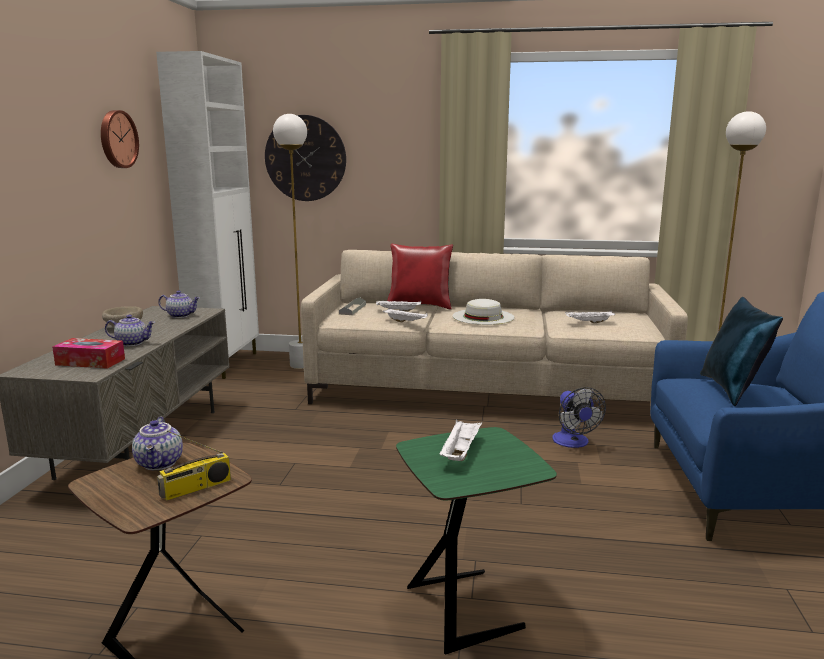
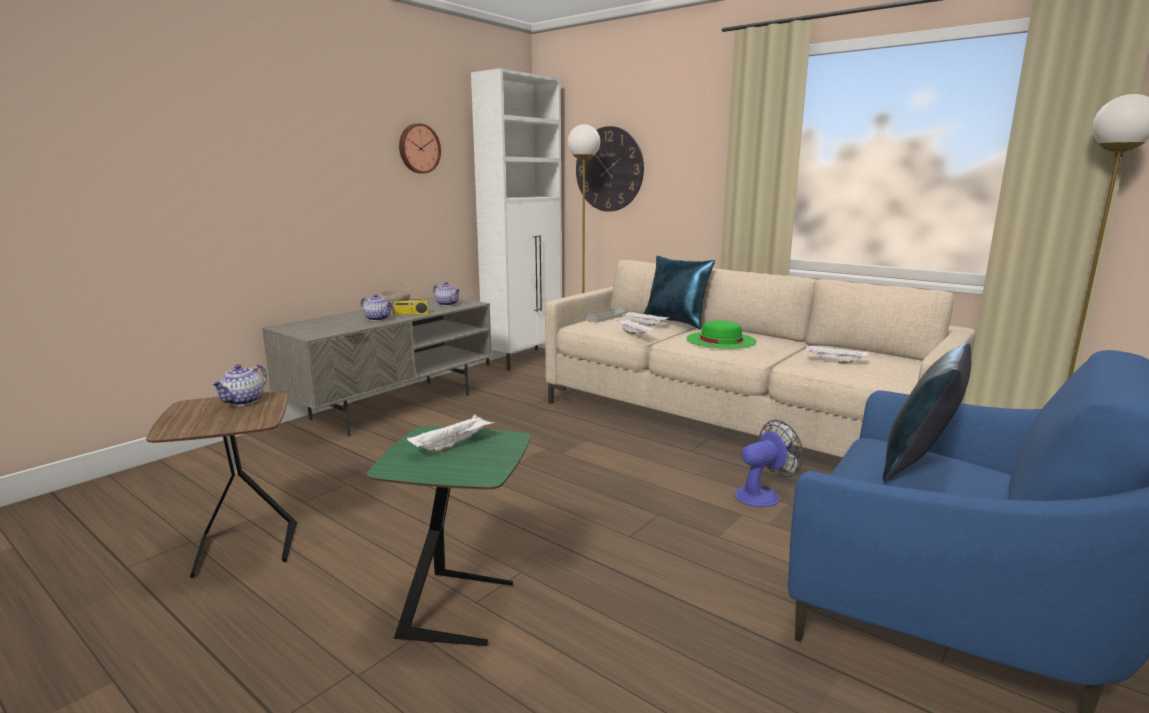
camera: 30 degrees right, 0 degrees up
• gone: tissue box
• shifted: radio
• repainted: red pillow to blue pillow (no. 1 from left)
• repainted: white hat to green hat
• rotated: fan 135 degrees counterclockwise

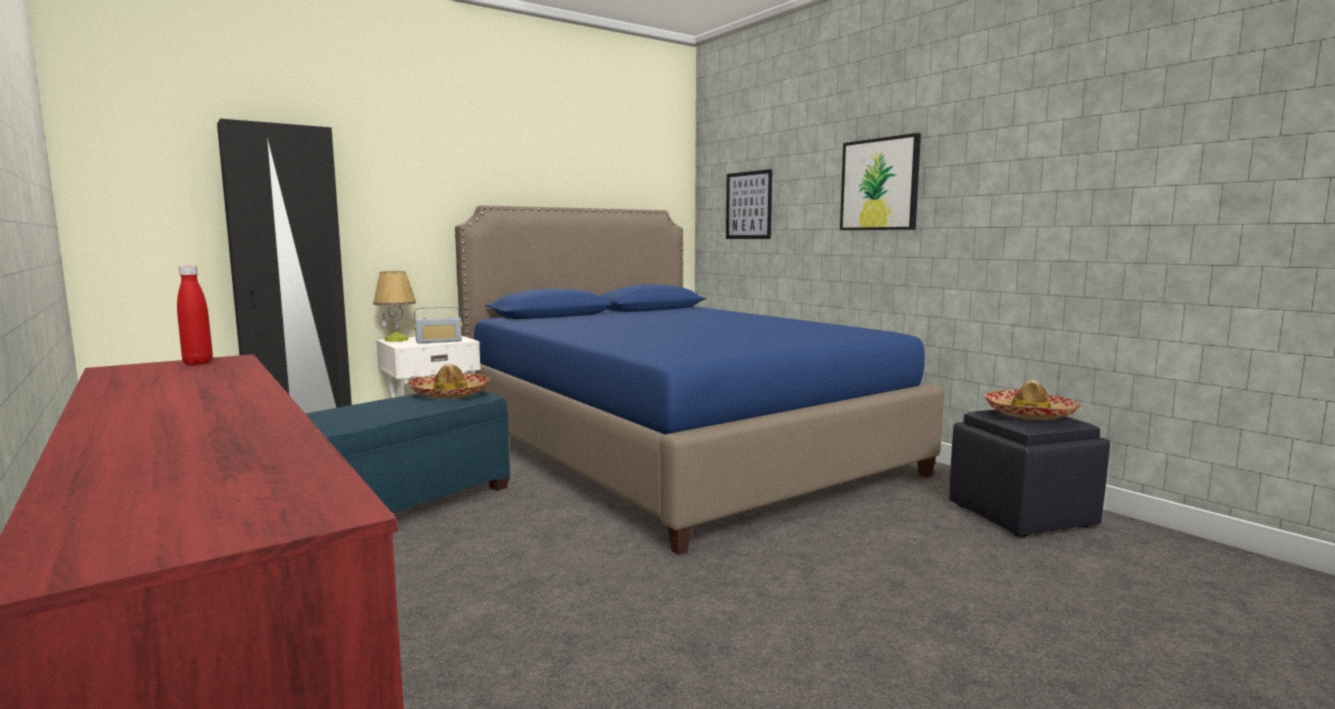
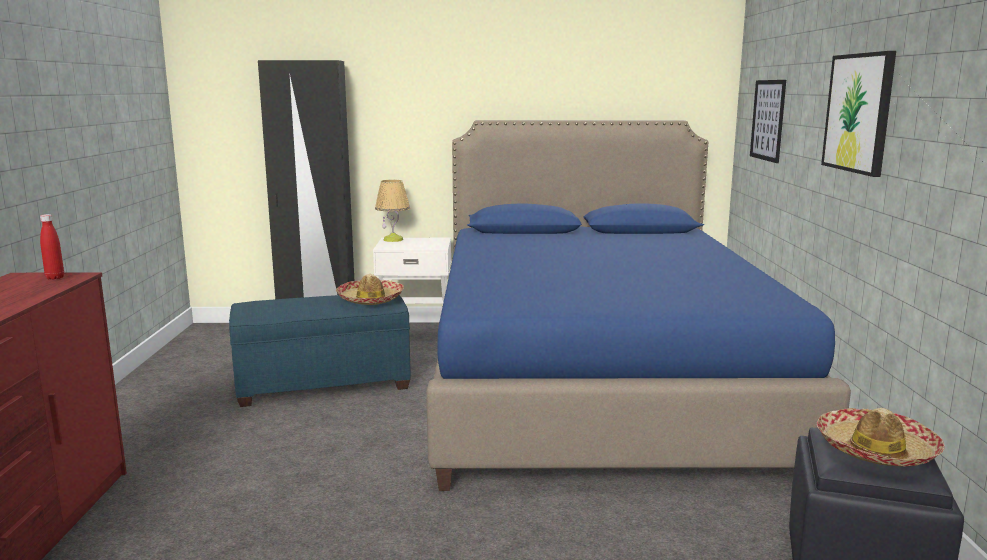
camera: 35 degrees right, 5 degrees up
• gone: radio

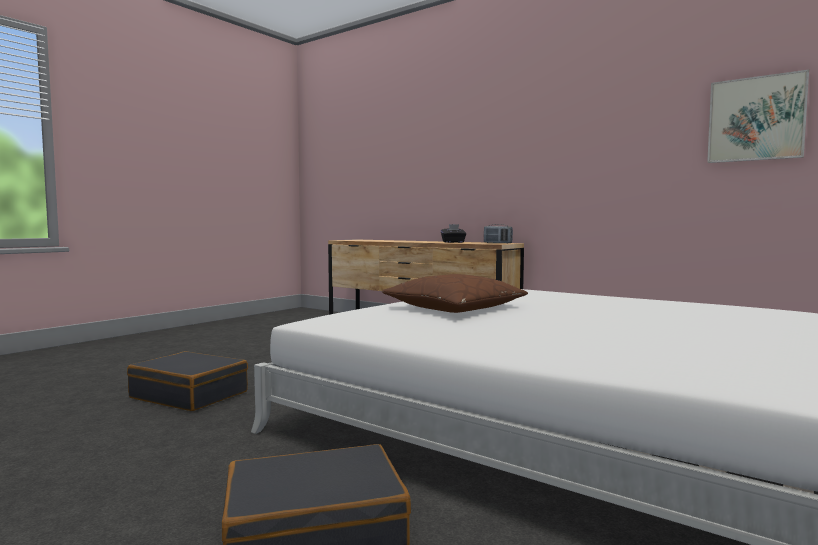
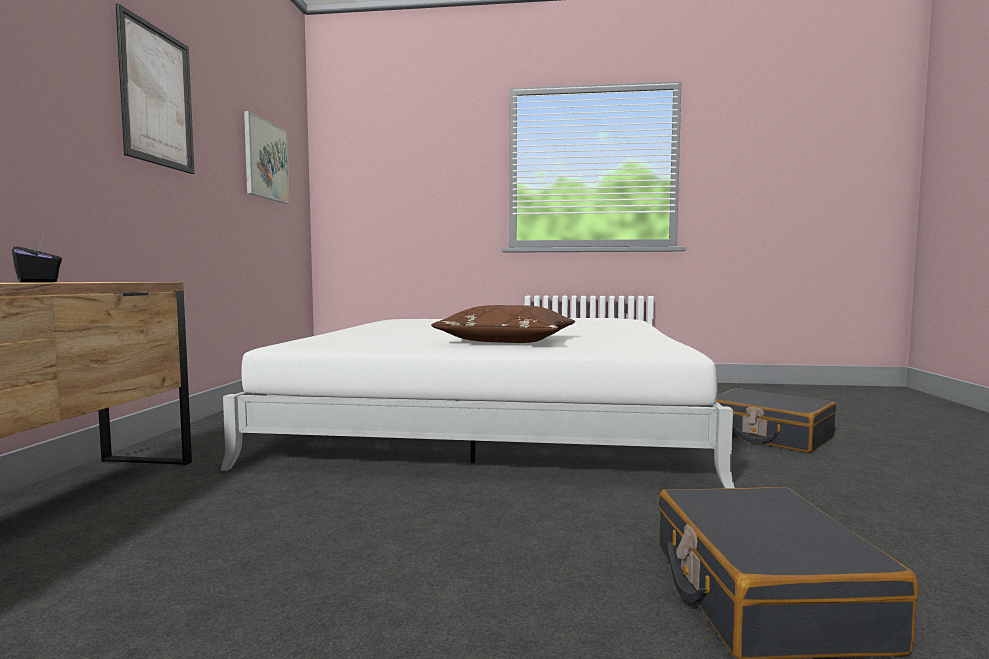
camera: 120 degrees left, 0 degrees up
• gone: radio
• new: picture (no. 1 from left)

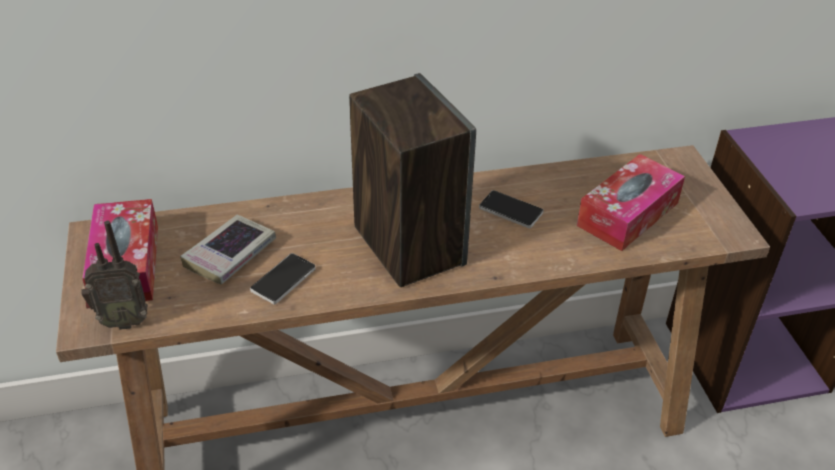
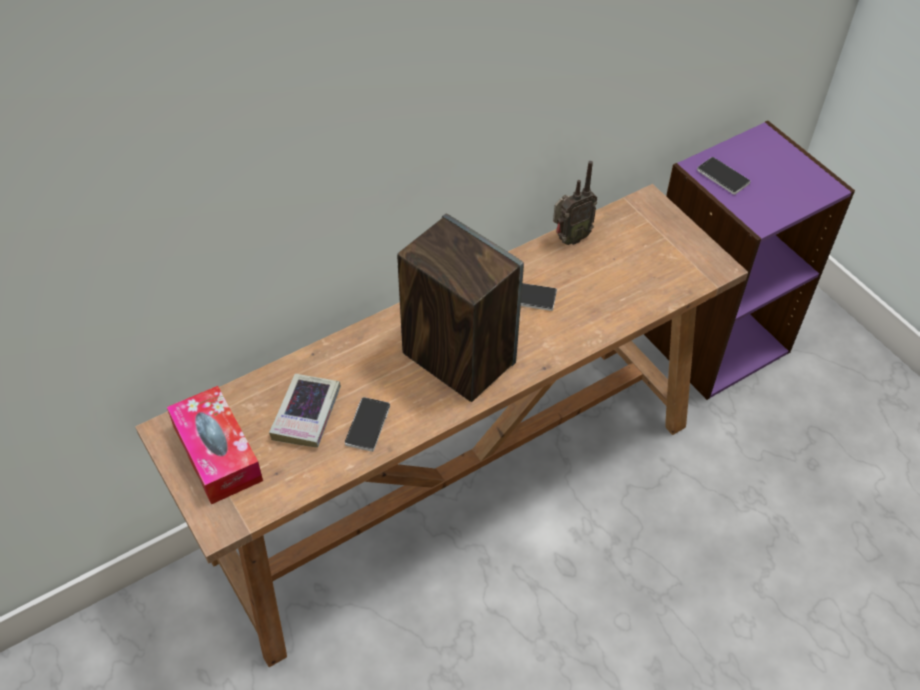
camera: 20 degrees left, 10 degrees up
• gone: tissue box (no. 2 from left)
• new: phone (no. 3 from left)
• shifted: radio

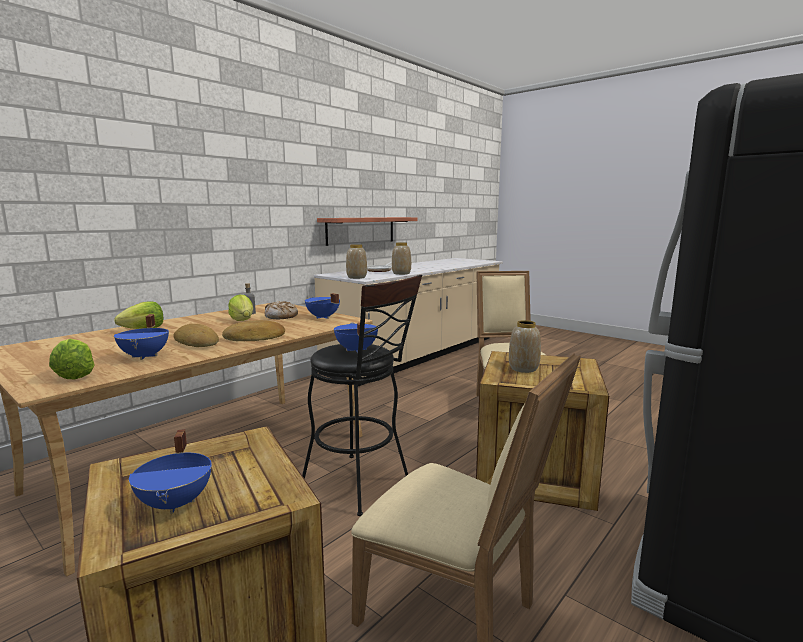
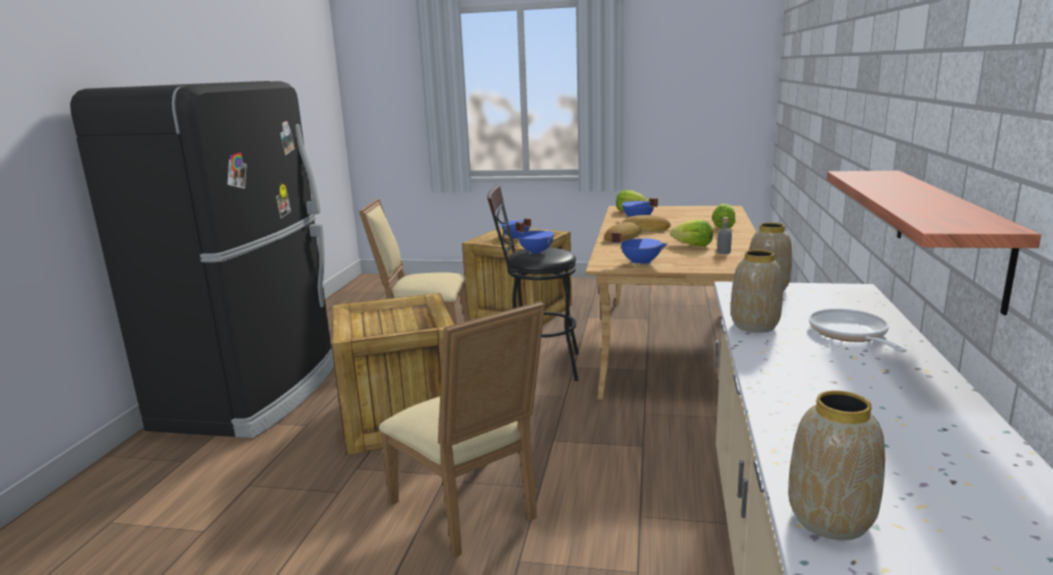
camera: 150 degrees right, 5 degrees up
• gone: bread (no. 3 from left)
• shifted: vase (no. 3 from left)

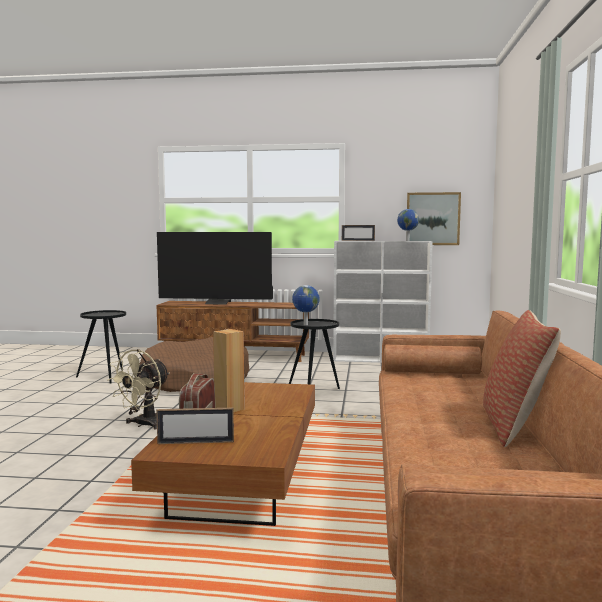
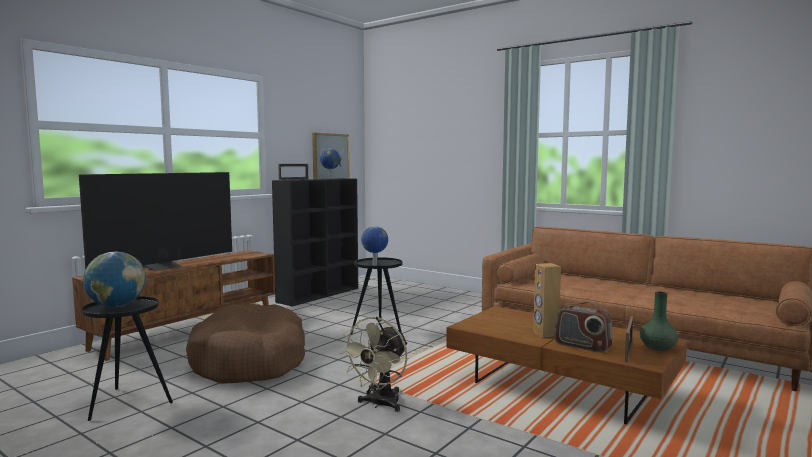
camera: 60 degrees left, 0 degrees up
• gone: pillow
• new: globe (no. 1 from left)
• new: green vase
• repainted: white bookcase to black bookcase
• rotated: beige fan 60 degrees clockwise

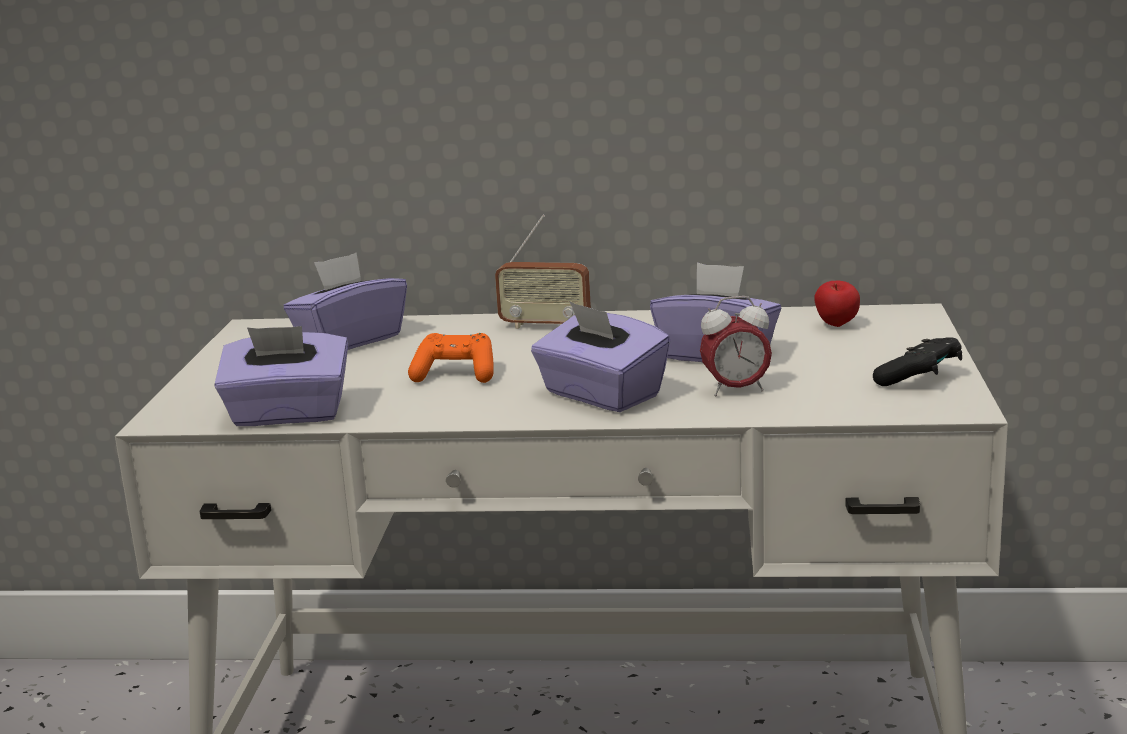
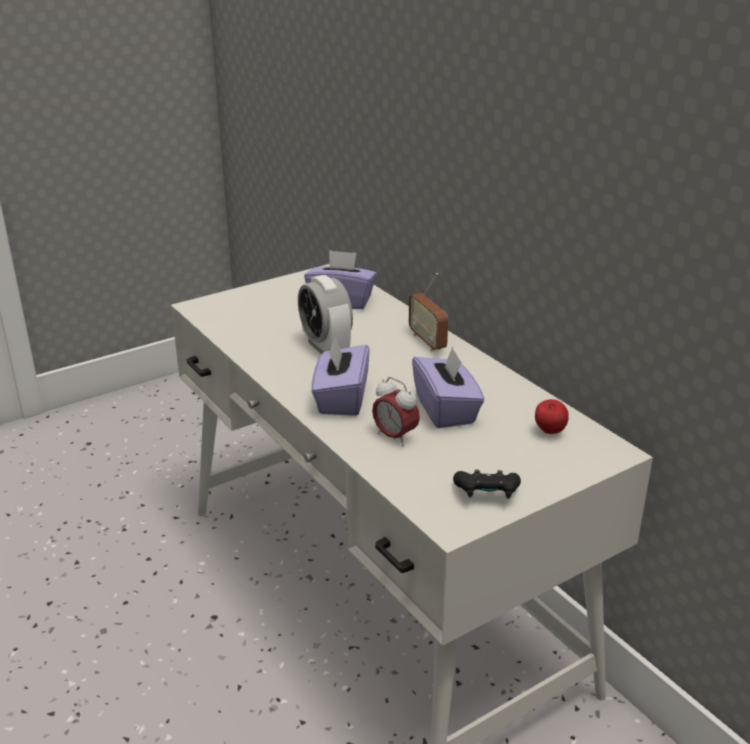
camera: 50 degrees right, 10 degrees up
• gone: purple tissue box (no. 1 from left)
• swapped: orange game controller to alarm clock (no. 1 from left)

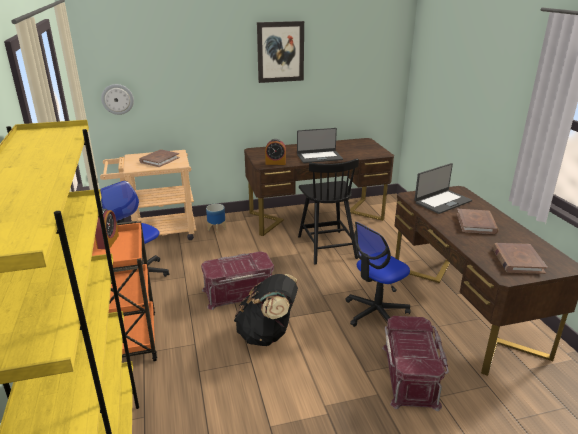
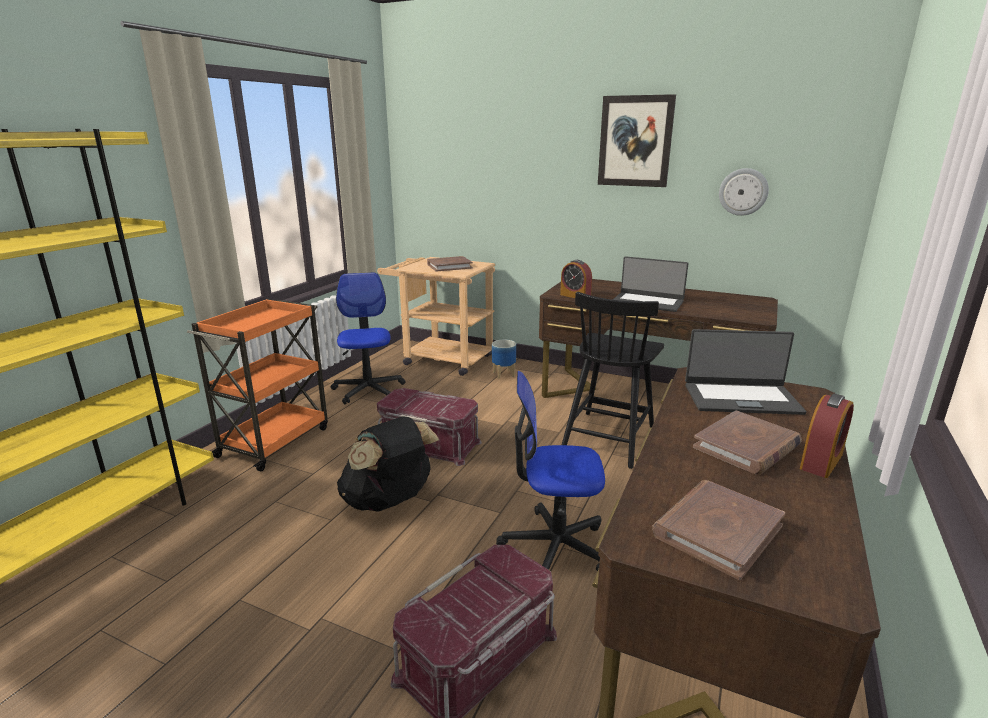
camera: 40 degrees right, 5 degrees down
• shifted: alarm clock (no. 1 from left in the first image) to alarm clock (no. 2 from left)
• shifted: wall clock

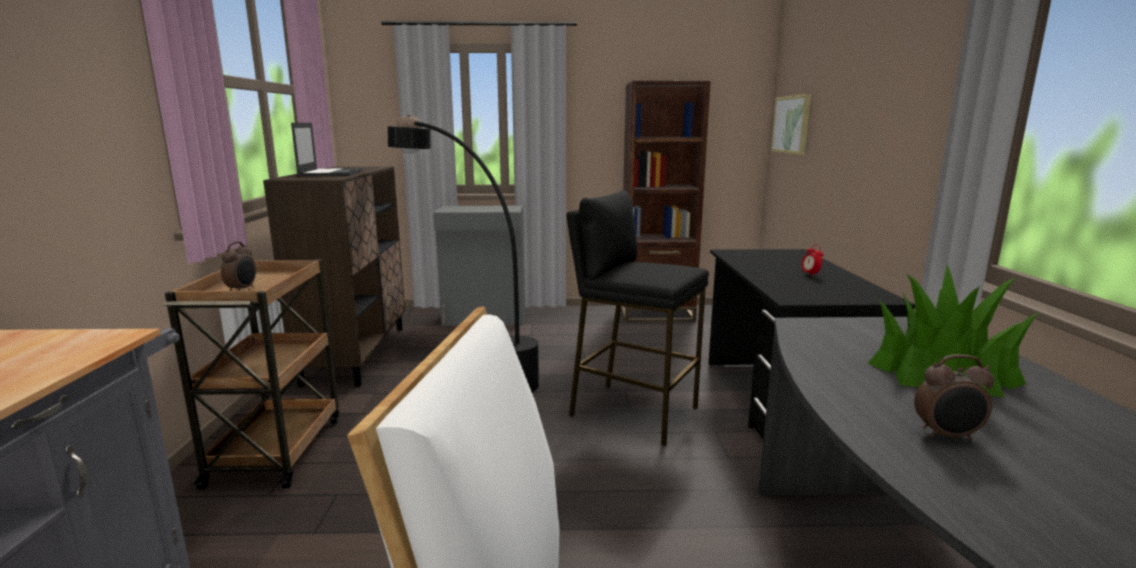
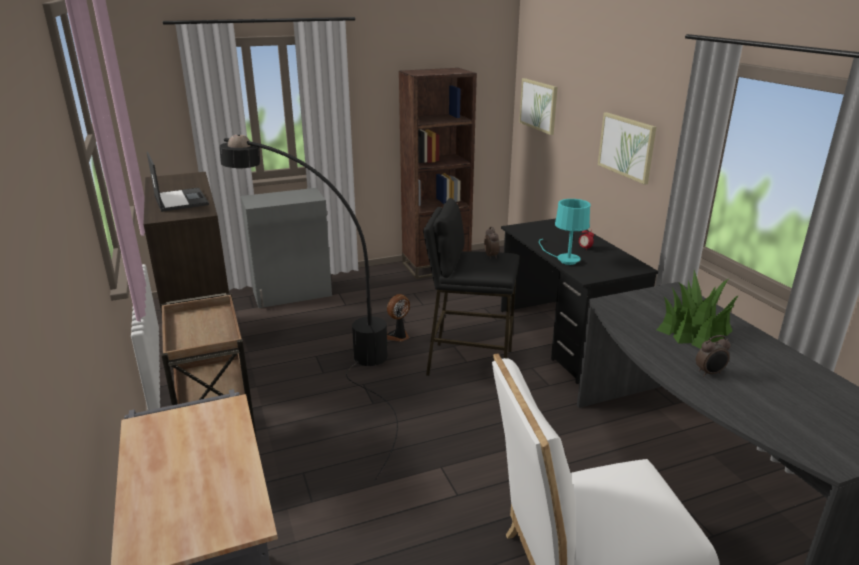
camera: 20 degrees left, 10 degrees up
• new: fan
• new: turquoise table lamp
• new: picture (no. 2 from left)
• shifted: alarm clock (no. 1 from left)

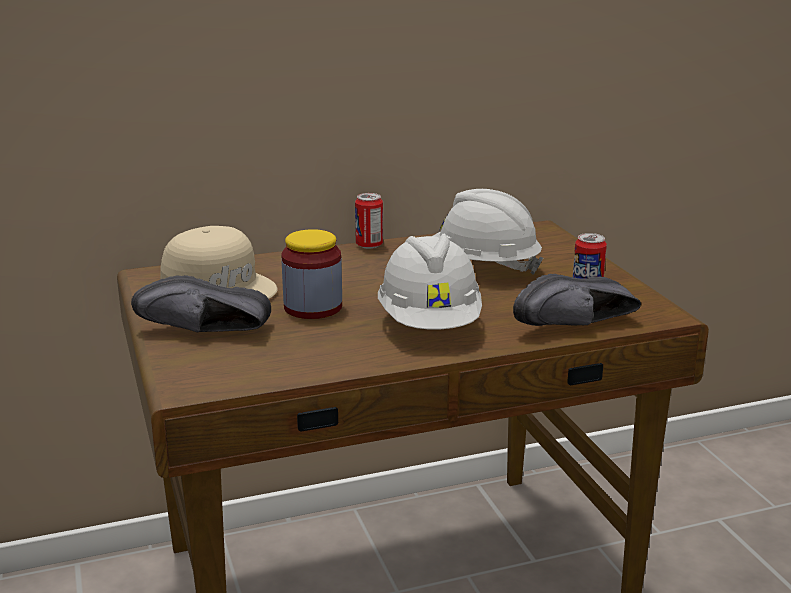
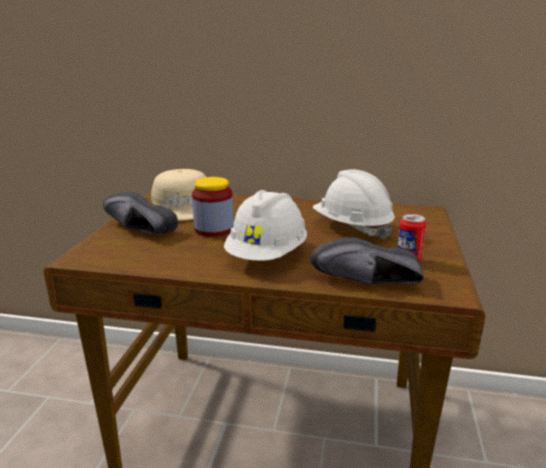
camera: 30 degrees right, 0 degrees up
• gone: can (no. 1 from left)

